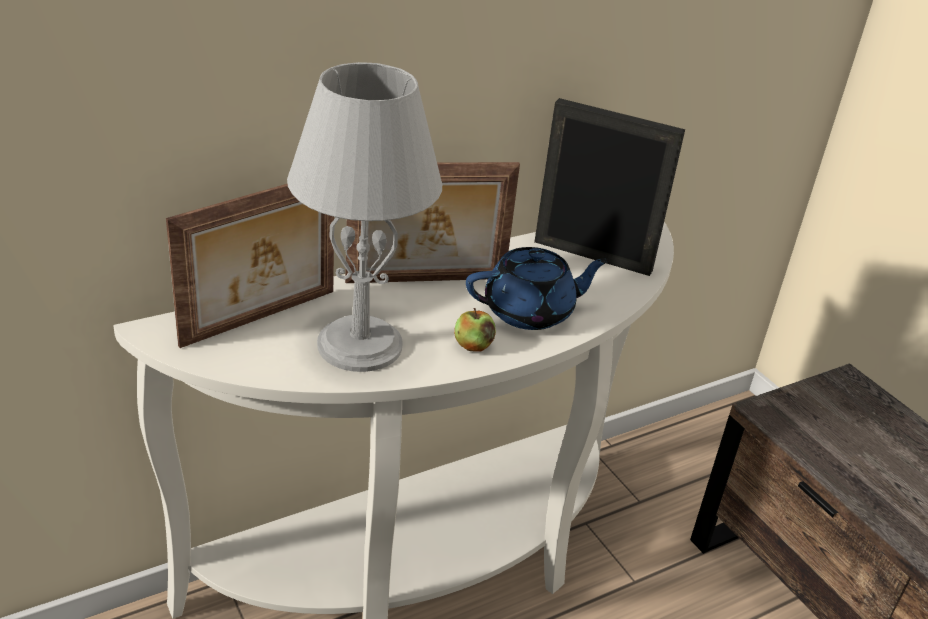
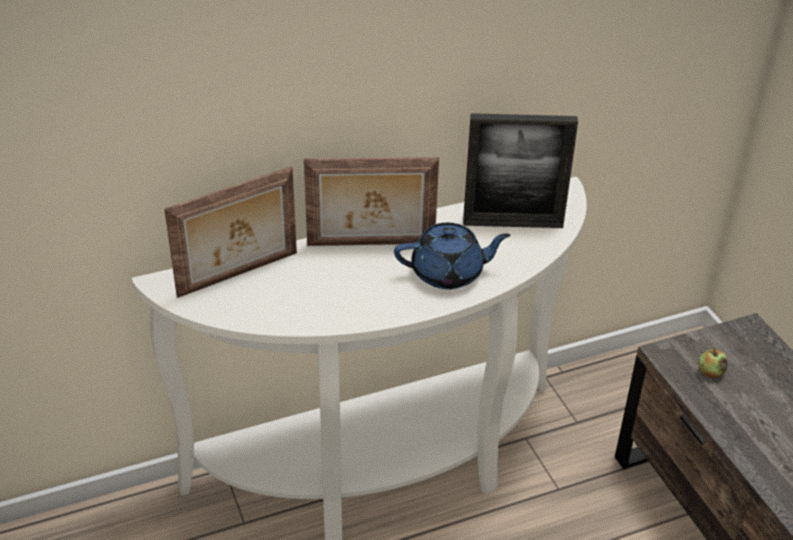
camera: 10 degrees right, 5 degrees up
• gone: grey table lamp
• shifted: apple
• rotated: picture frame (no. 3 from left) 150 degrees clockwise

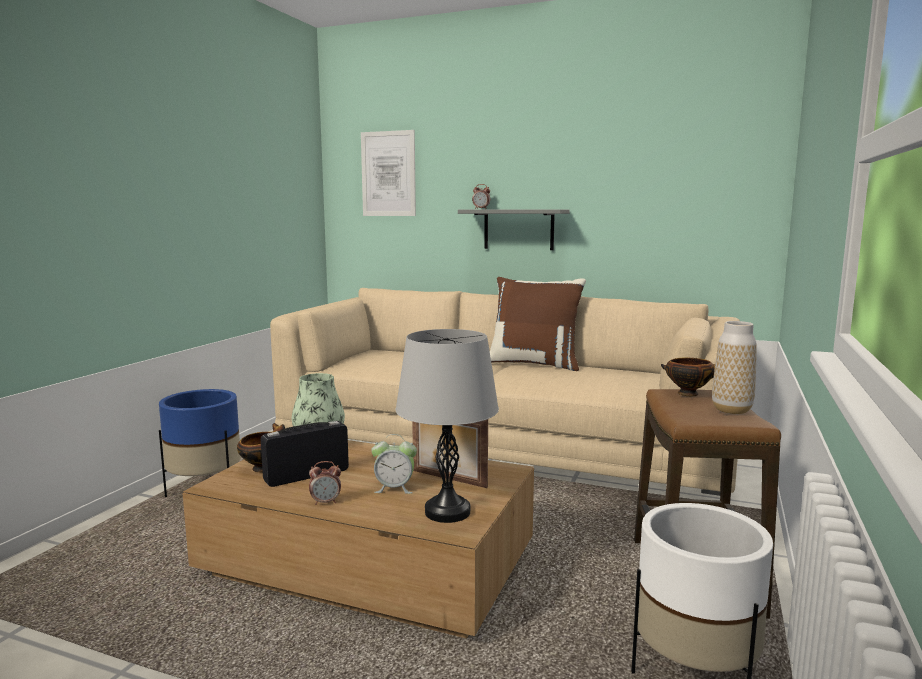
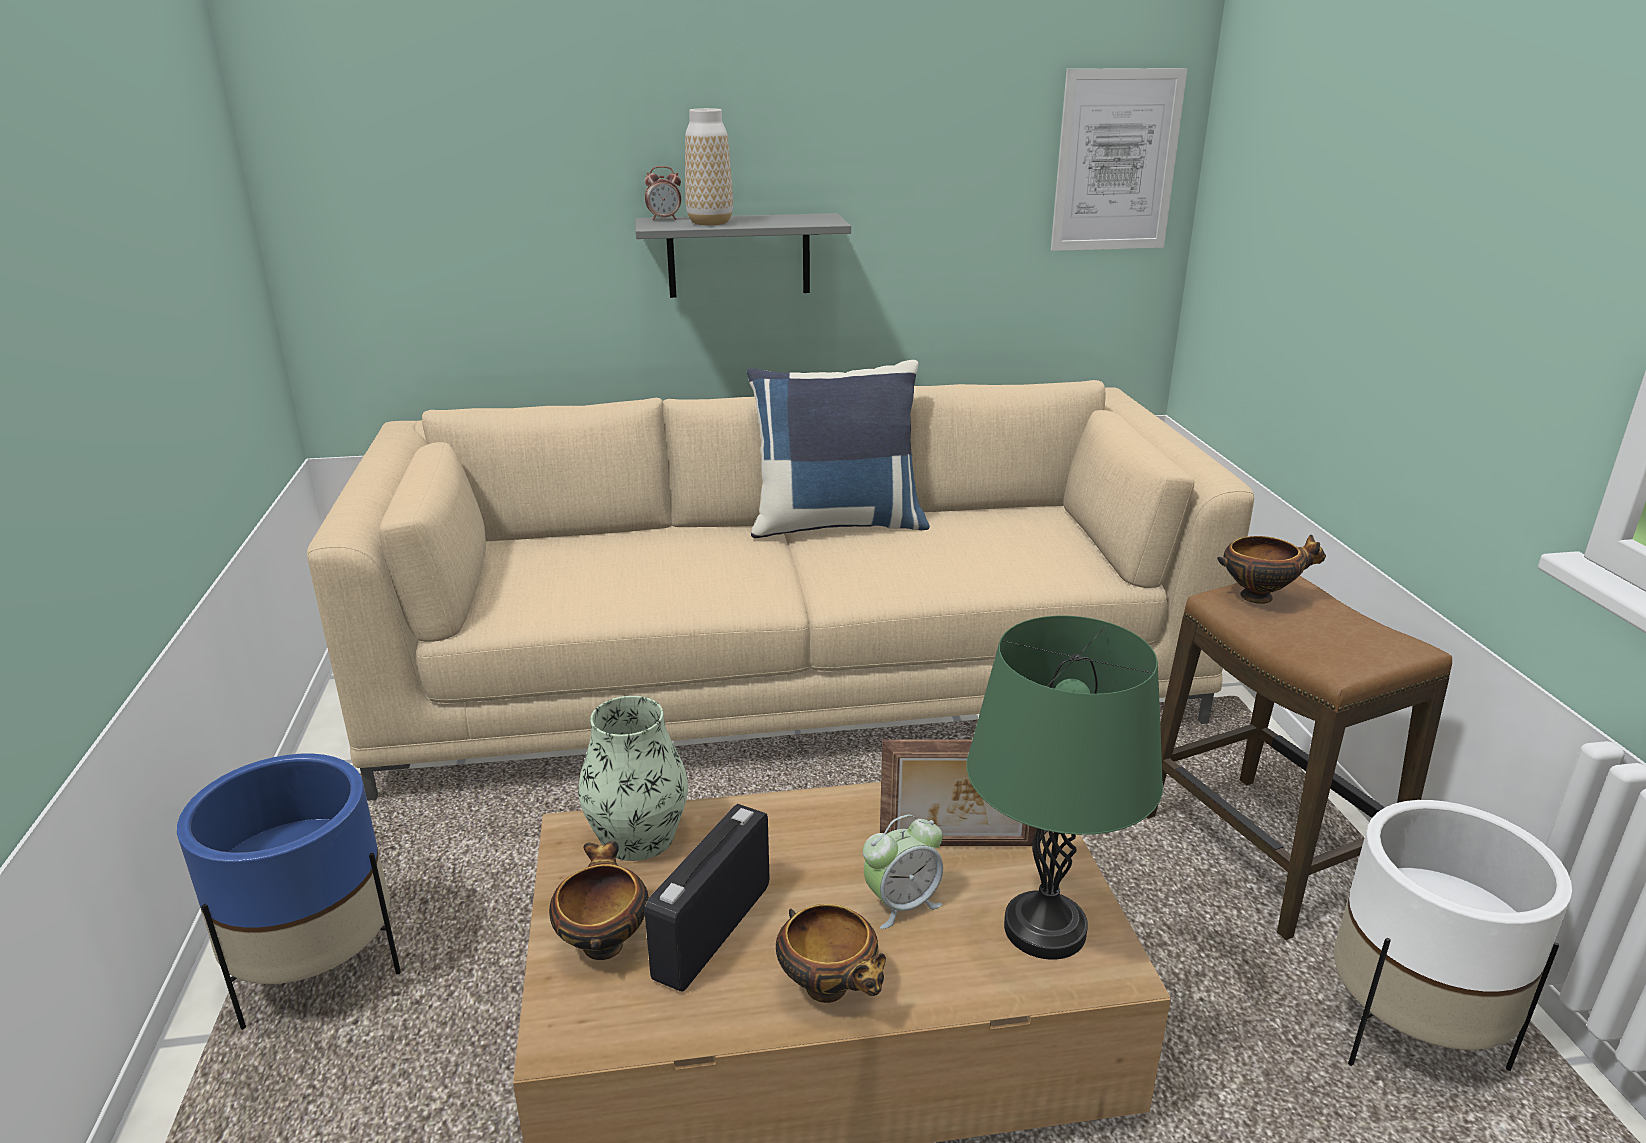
camera: 30 degrees left, 15 degrees up
• shifted: picture
• shifted: vase (no. 2 from left)
• swapped: alarm clock (no. 1 from left) to bowl (no. 2 from left)
• repainted: grey table lamp to green table lamp
• repainted: brown pillow to blue pillow

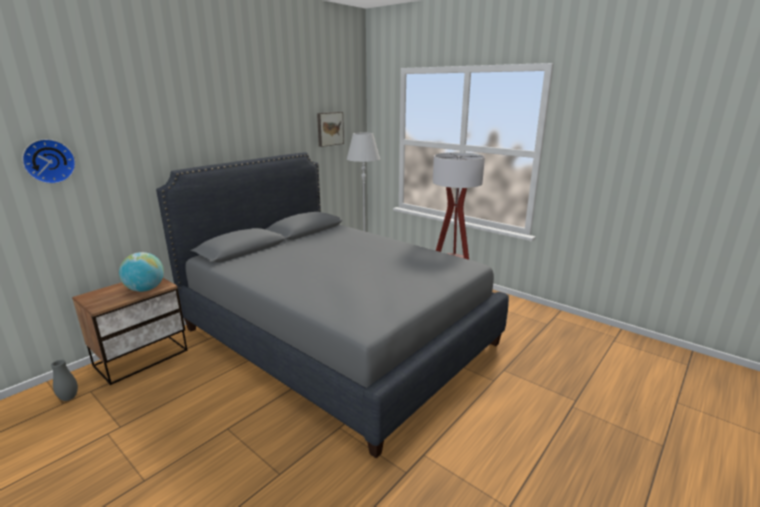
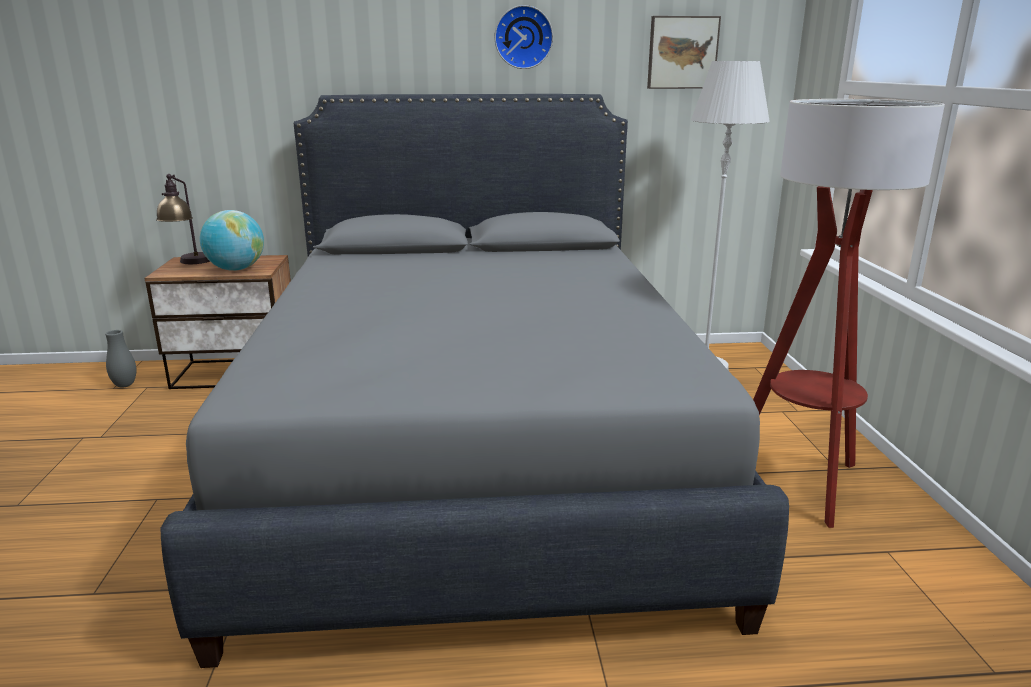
camera: 45 degrees right, 0 degrees up
• new: table lamp
• shifted: wall clock

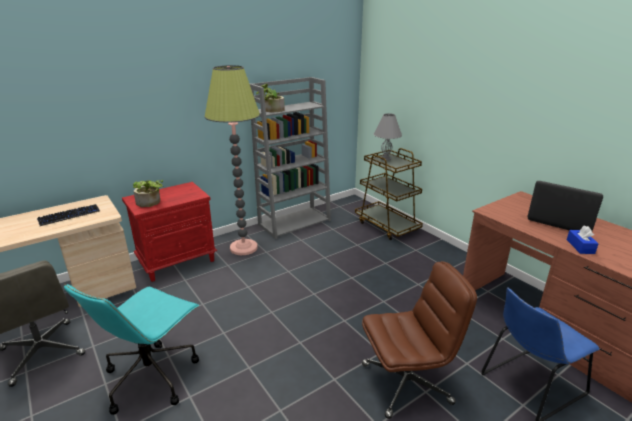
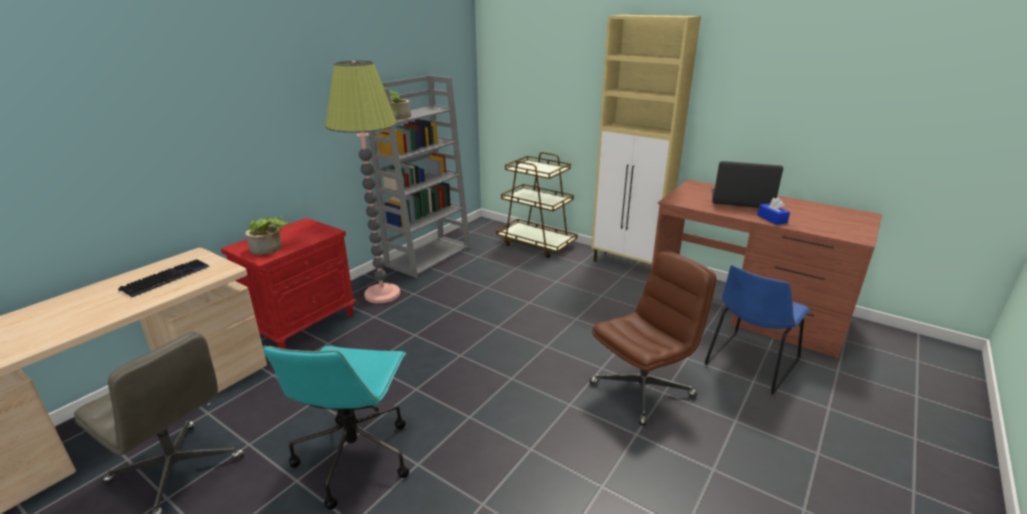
camera: 20 degrees left, 0 degrees up
• gone: grey table lamp
• new: beige cabinet

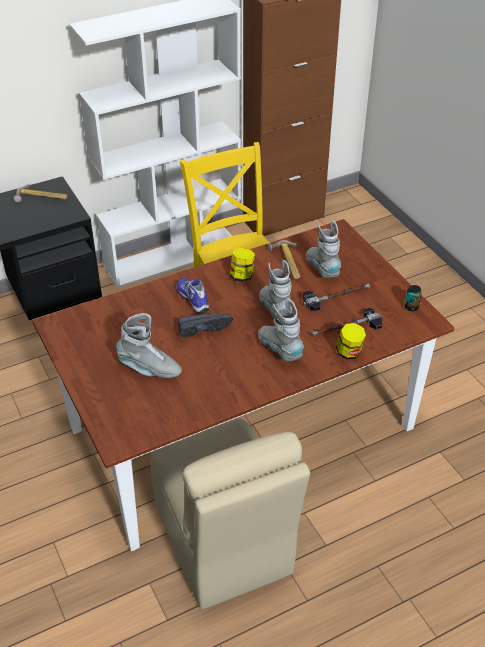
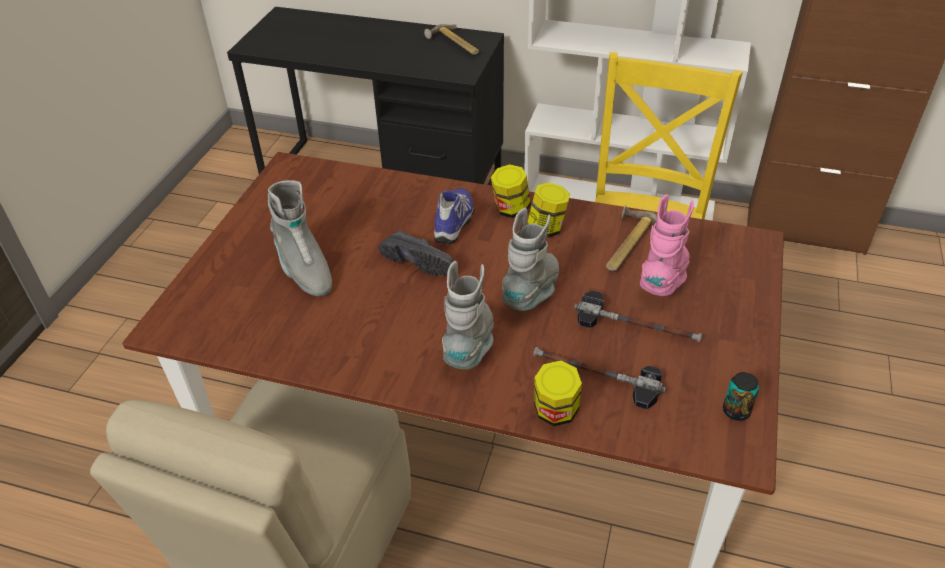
camera: 45 degrees right, 0 degrees up
• new: jar (no. 1 from left)
• repainted: grey boot (no. 4 from left) to pink boot

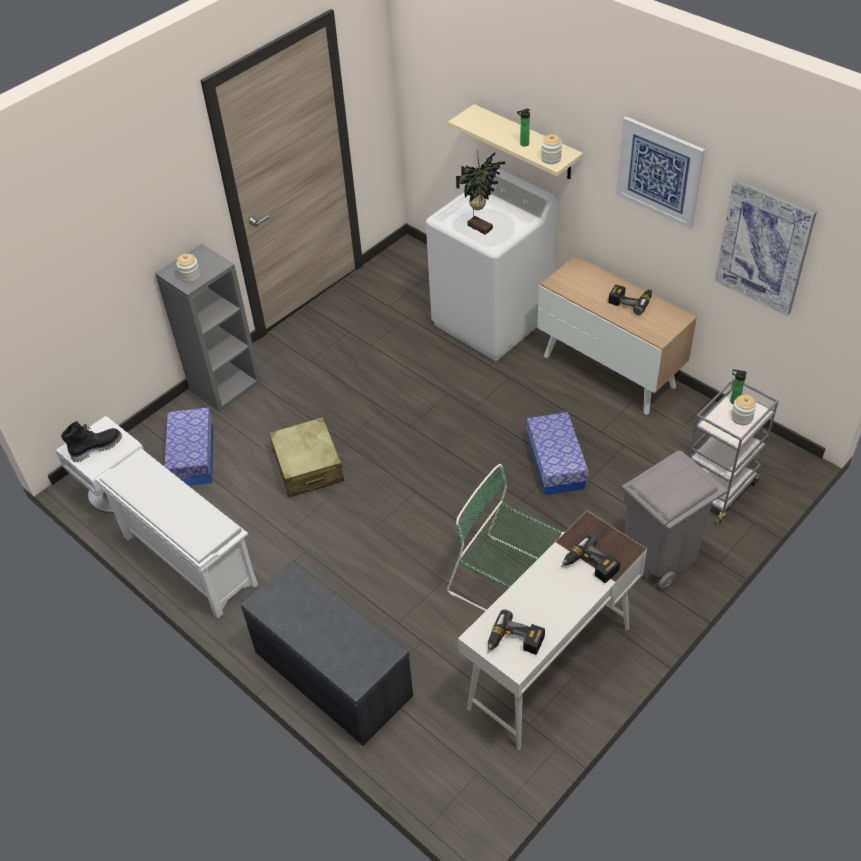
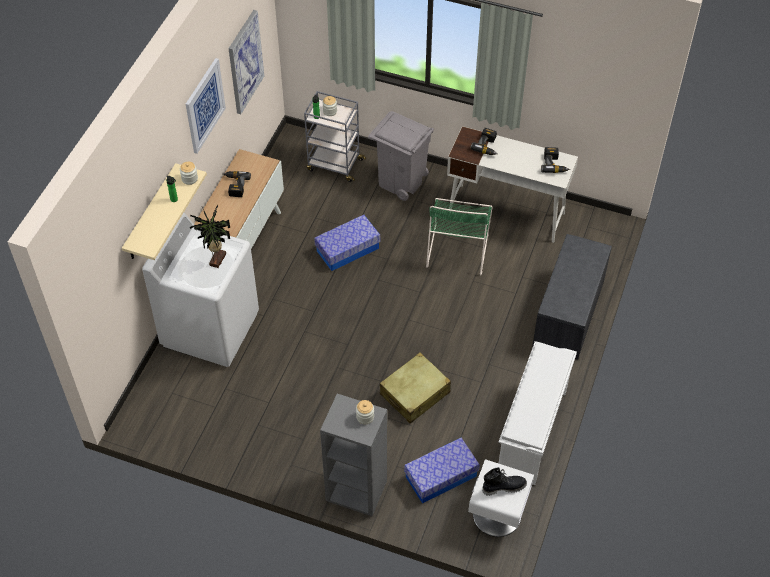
camera: 115 degrees left, 5 degrees up
• rotated: black boot 135 degrees clockwise

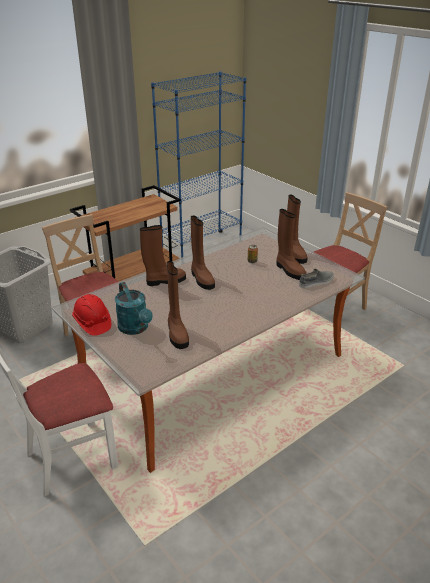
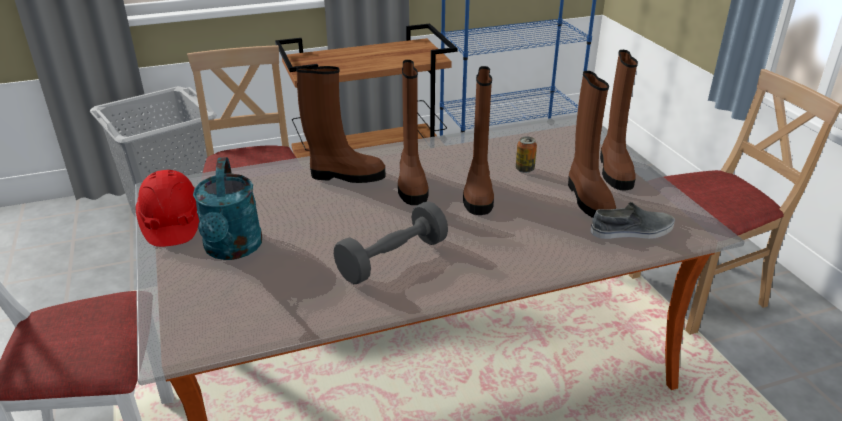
camera: 20 degrees right, 0 degrees up
• new: grey dumbbell
• shifted: brown boot (no. 2 from left in the first image) to brown boot (no. 3 from left)

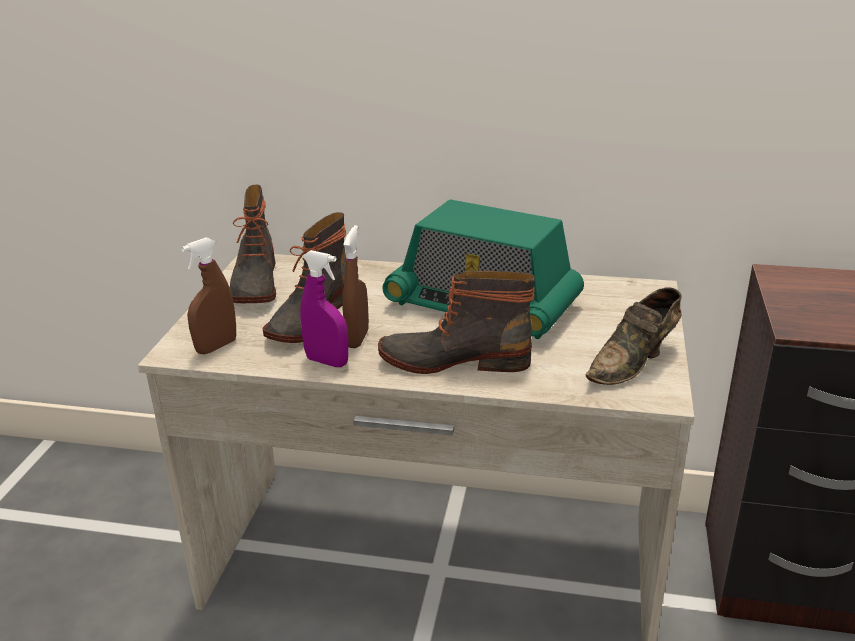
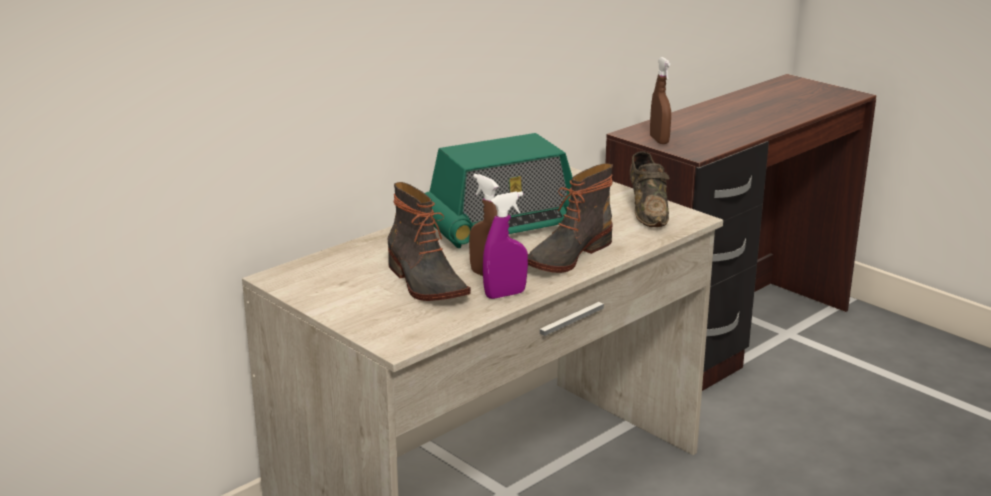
camera: 55 degrees left, 5 degrees down
• gone: boot (no. 1 from left)
• shifted: brown spray bottle (no. 1 from left in the first image) to brown spray bottle (no. 2 from left)

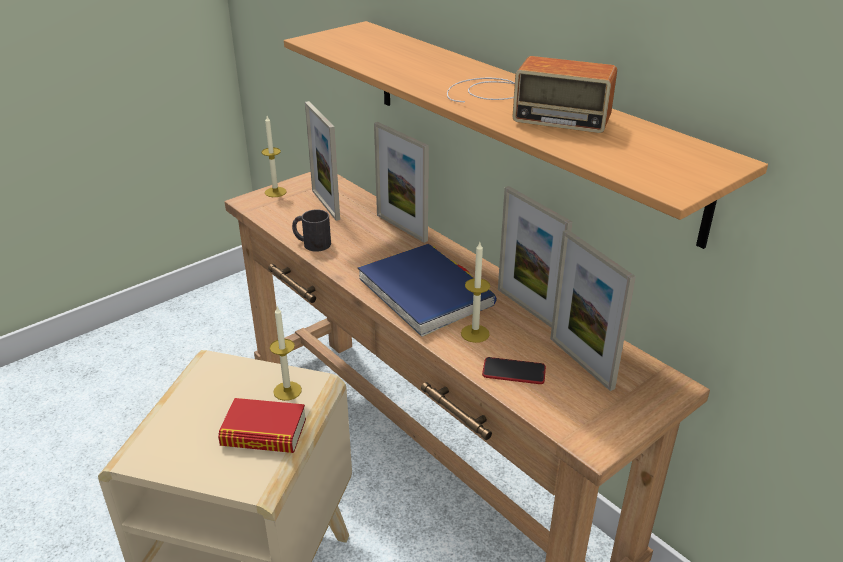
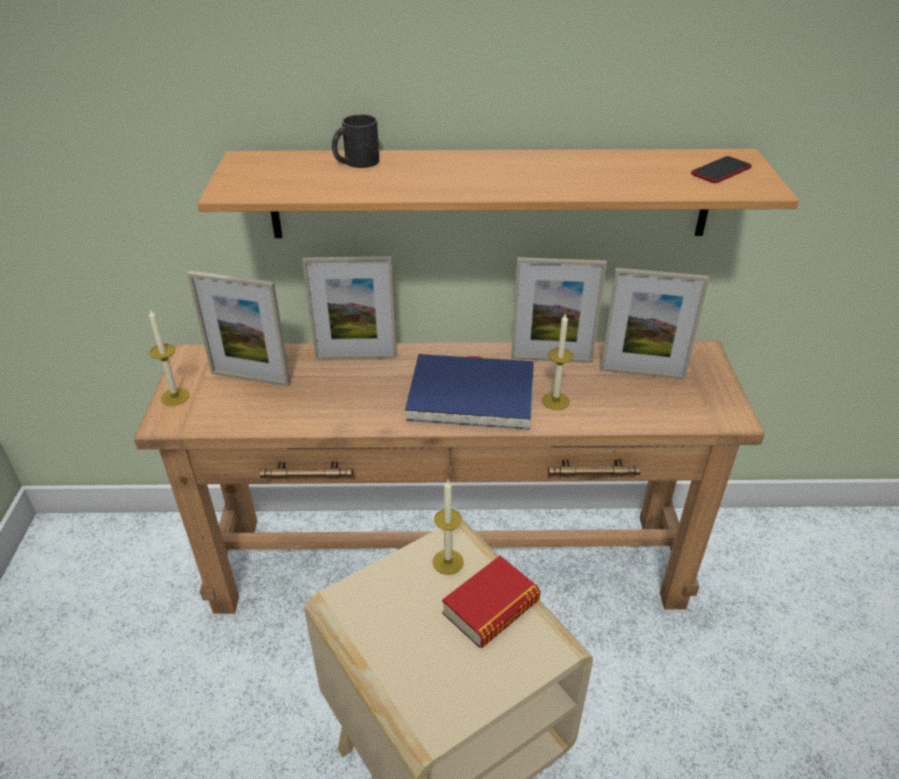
camera: 50 degrees left, 5 degrees up
• gone: radio
• shifted: black mug
• shifted: phone

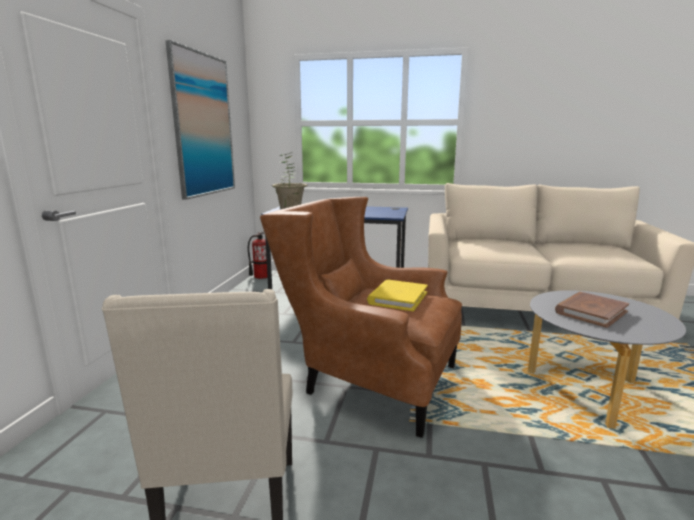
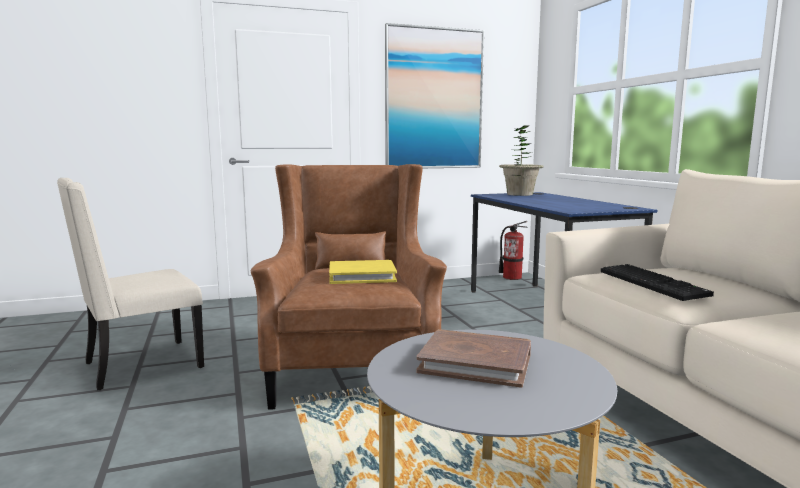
camera: 60 degrees right, 5 degrees down
• new: keyboard

